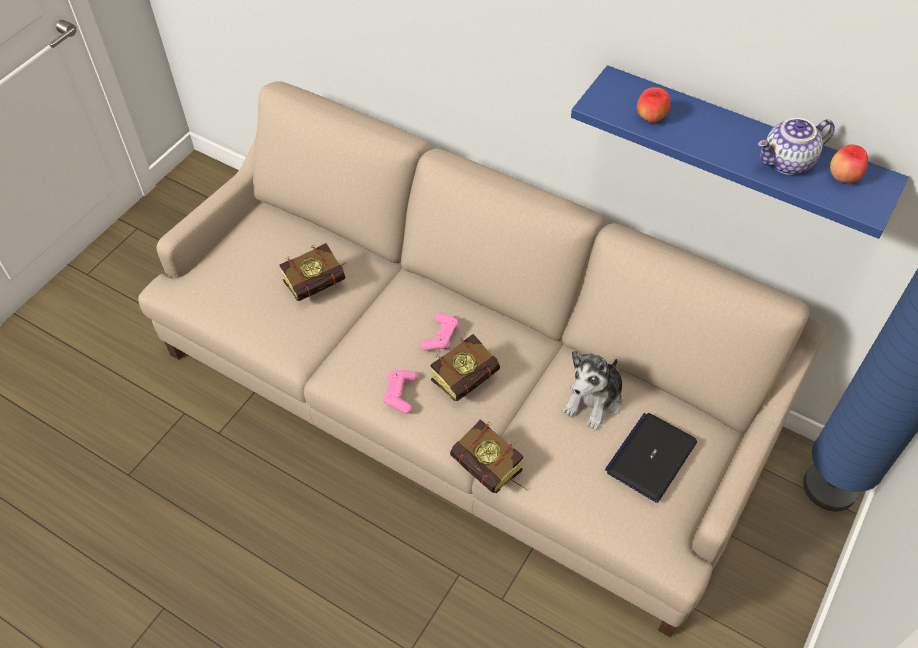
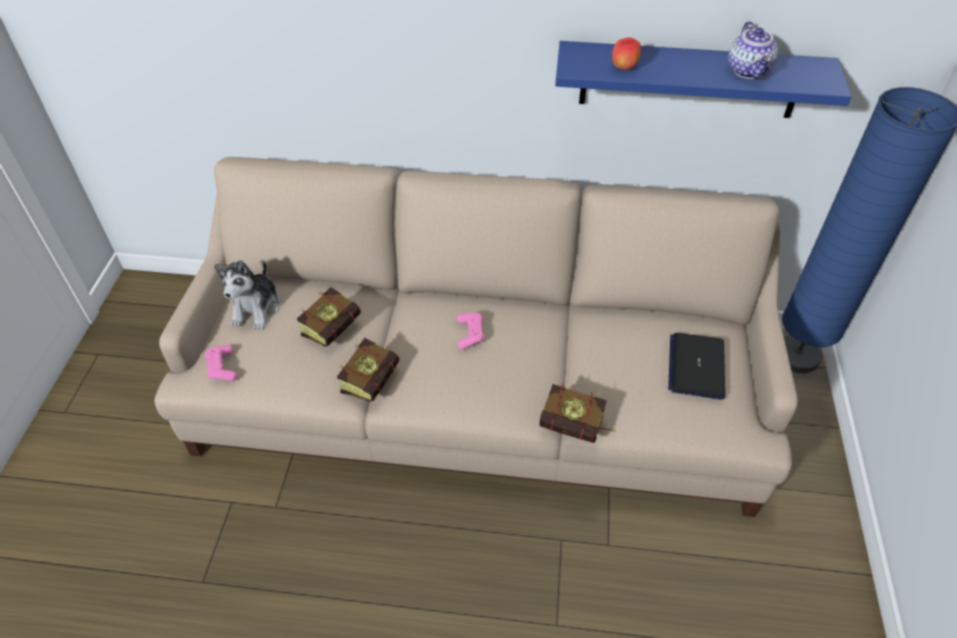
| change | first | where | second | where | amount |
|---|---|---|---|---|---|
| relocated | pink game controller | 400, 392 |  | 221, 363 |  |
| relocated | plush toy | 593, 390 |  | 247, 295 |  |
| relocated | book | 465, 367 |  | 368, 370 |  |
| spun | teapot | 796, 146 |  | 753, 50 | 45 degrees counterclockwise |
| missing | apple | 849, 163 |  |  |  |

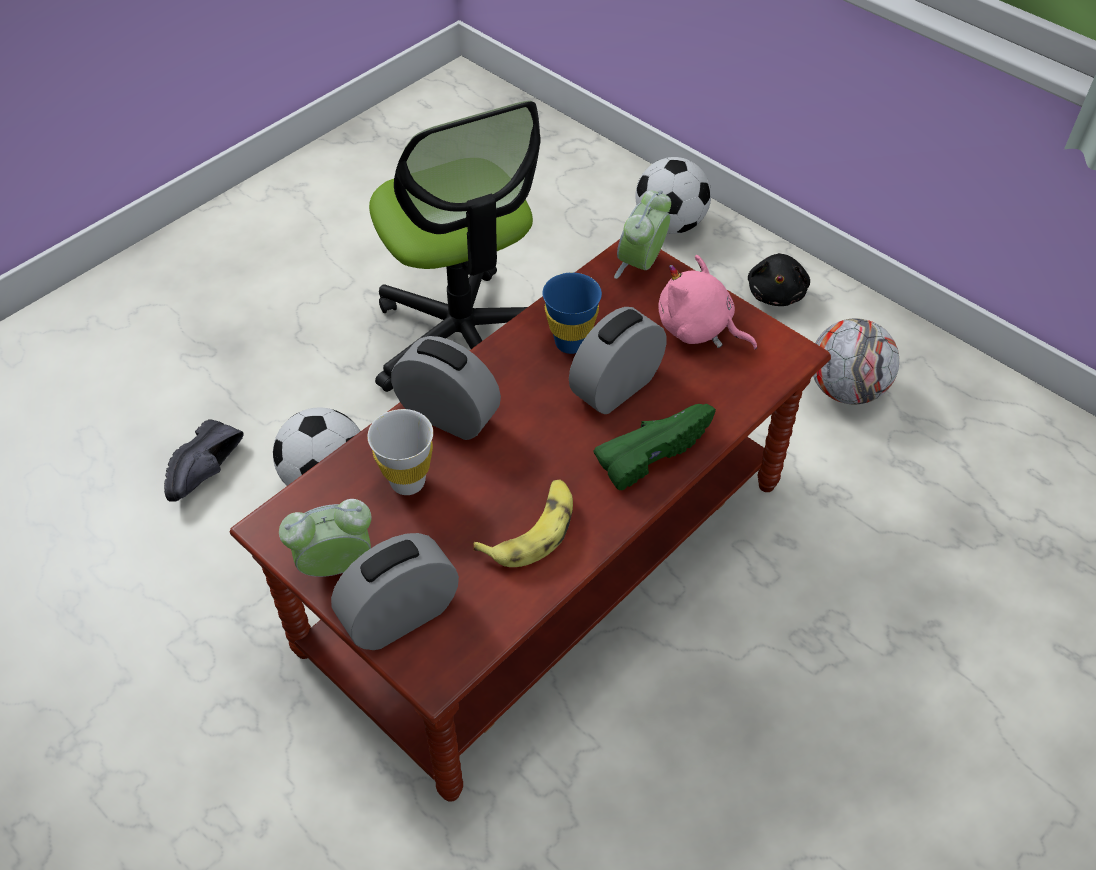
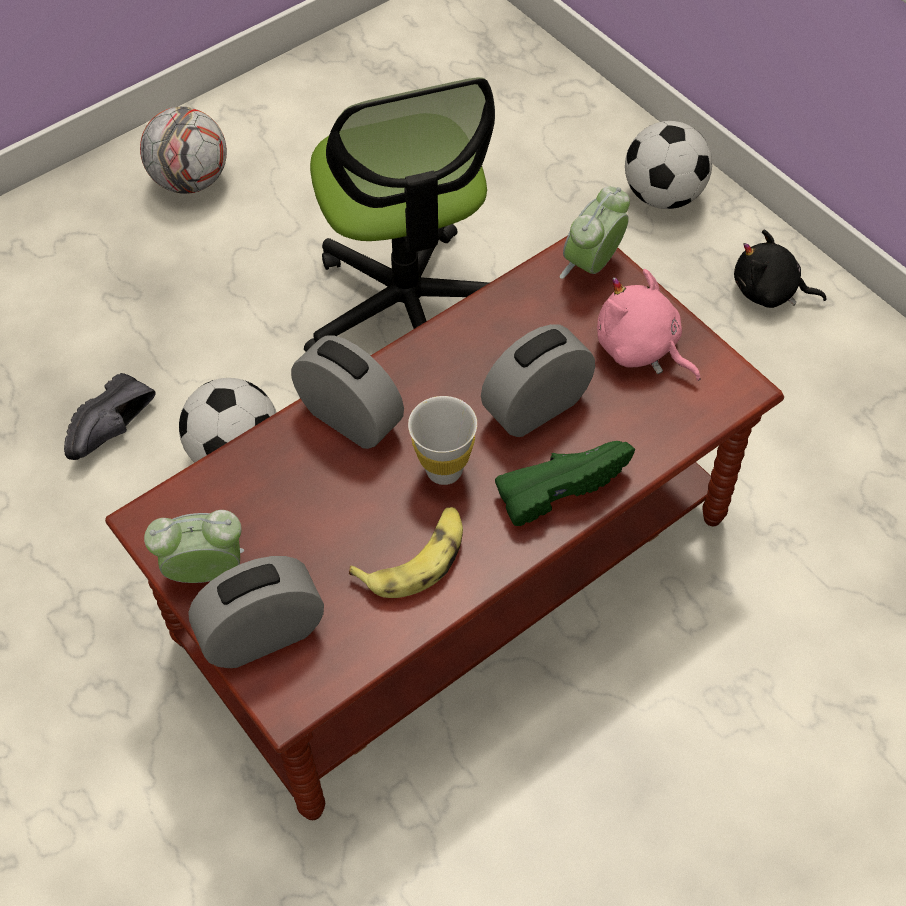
| change | first | where | second | where | amount |
|---|---|---|---|---|---|
| relocated | football | 856, 361 |  | 183, 150 |  |
| relocated | white cup | 400, 452 |  | 442, 440 |  |
| spun | black plush toy | 779, 279 |  | 780, 269 | 90 degrees clockwise |
| missing | blue cup | 572, 313 |  |  |  |

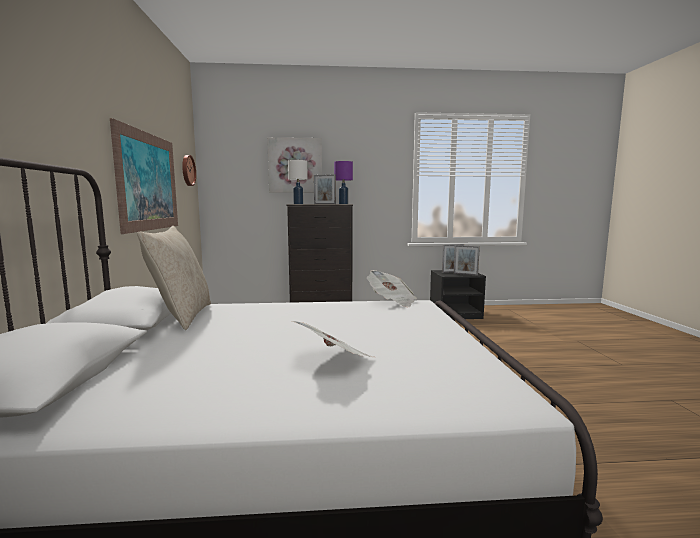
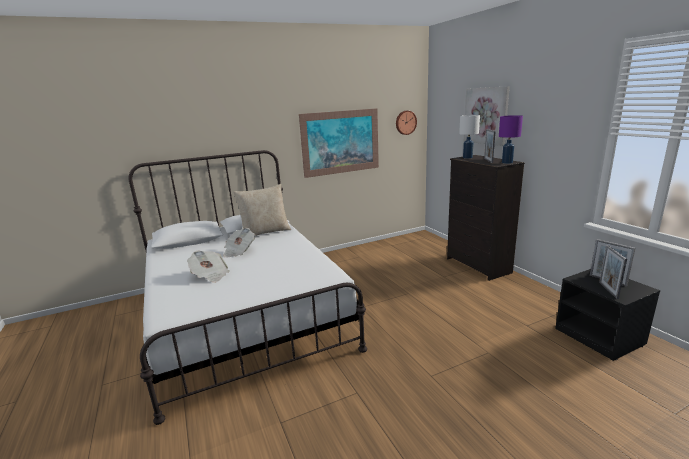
| change | first | where | second | where | amount |
|---|---|---|---|---|---|
| relocated | newspaper | 392, 288 |  | 239, 242 |  |

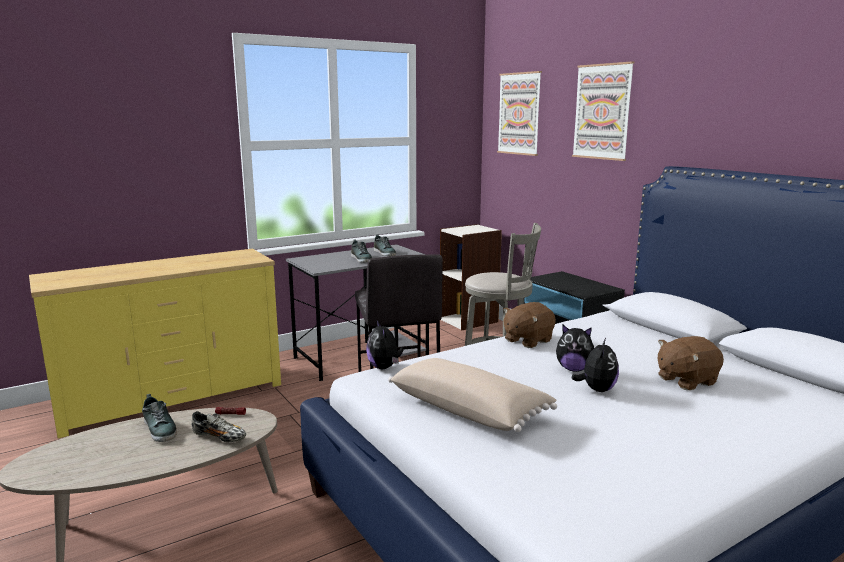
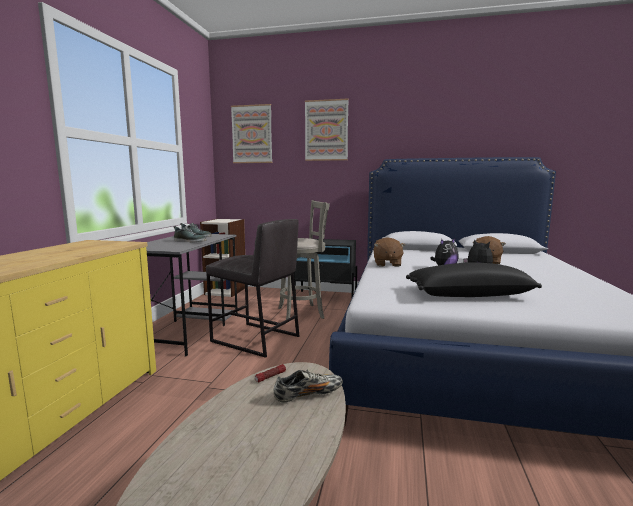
| change | first | where | second | where | amount |
|---|---|---|---|---|---|
| colour | beige pillow | 472, 395 | black pillow | 474, 279 |  |
| missing | shoe | 159, 418 |  |  |  |
| missing | plush toy | 385, 344 |  |  |  |

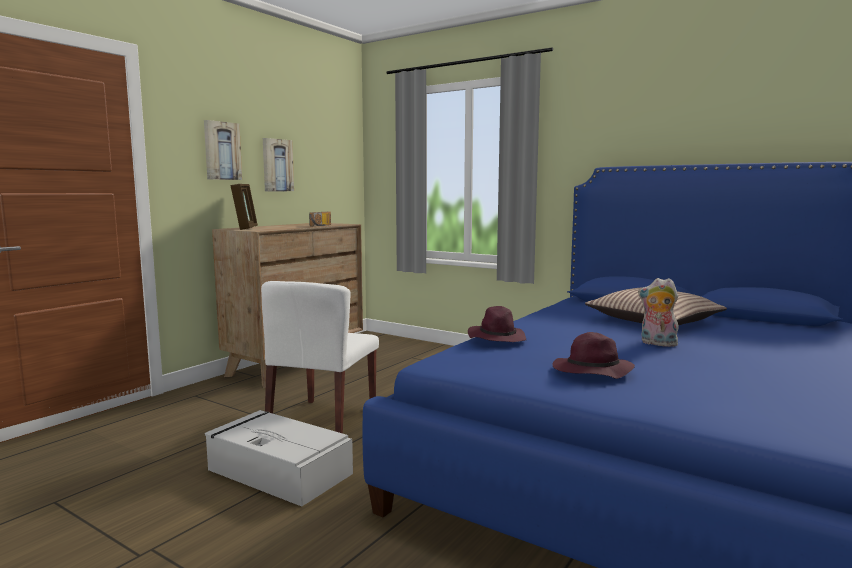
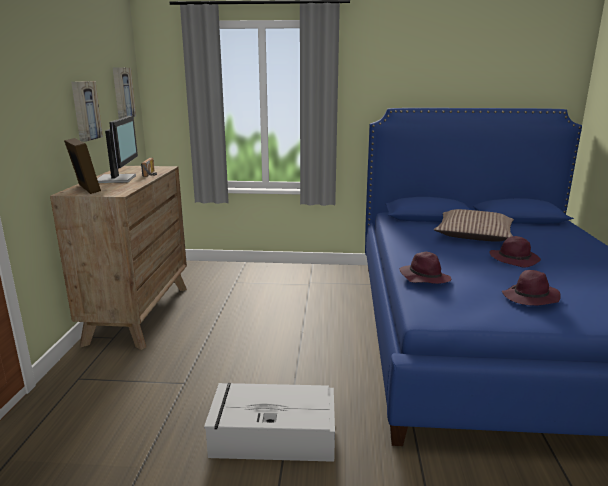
| change | first | where | second | where | amount |
|---|---|---|---|---|---|
| appeared |  |  | monitor | 117, 149 |  |
| relocated | picture | 223, 150 |  | 124, 93 |  |
| exchanged | plush toy | 658, 312 | purple hat | 515, 252 |  |
| missing | white chair | 320, 357 |  |  |  |

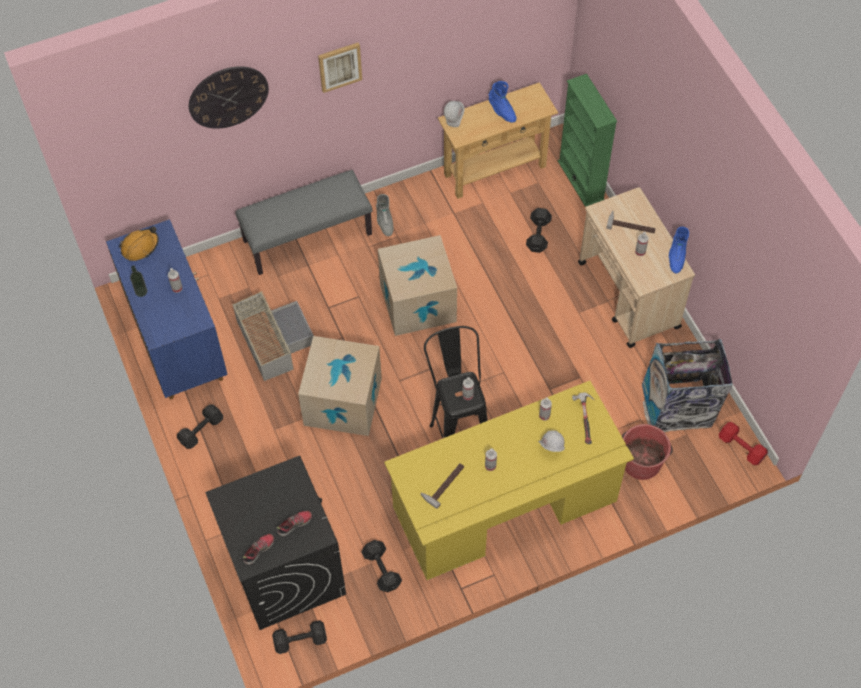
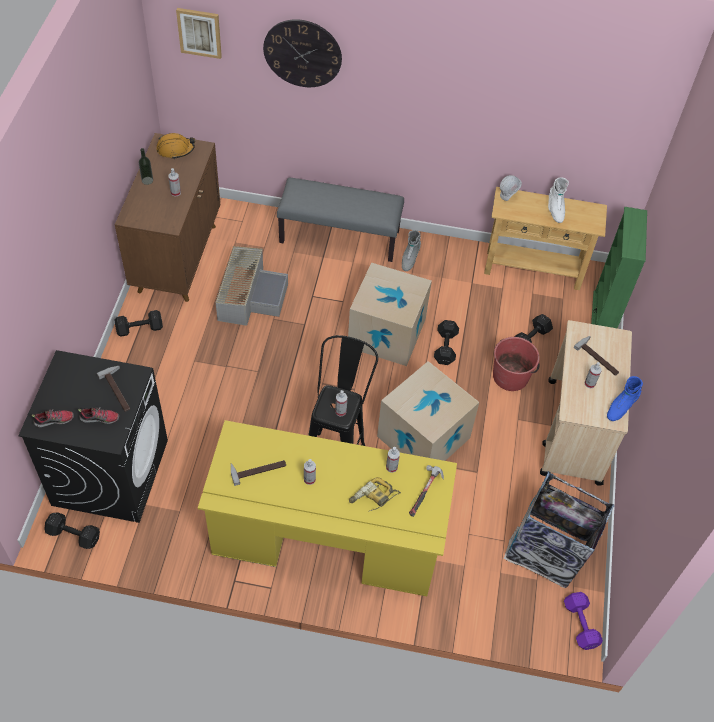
| change | first | where | second | where | amount |
|---|---|---|---|---|---|
| appeared |  |  | hammer | 113, 389 |  |
| colour | blue cabinet | 167, 309 | brown cabinet | 167, 217 |  |
| relocated | picture | 340, 68 |  | 199, 33 |  |
| exchanged | white hard hat | 551, 441 | power drill | 375, 494 |  |
| relocated | cardboard box | 340, 386 |  | 428, 411 |  |
| relocated | black dumbbell | 382, 566 |  | 446, 342 |  |
| relocated | red bucket | 647, 452 |  | 516, 364 |  |
| colour | blue boot | 503, 102 | white boot | 558, 200 |  |
| colour | red dumbbell | 743, 443 | purple dumbbell | 583, 621 |  |

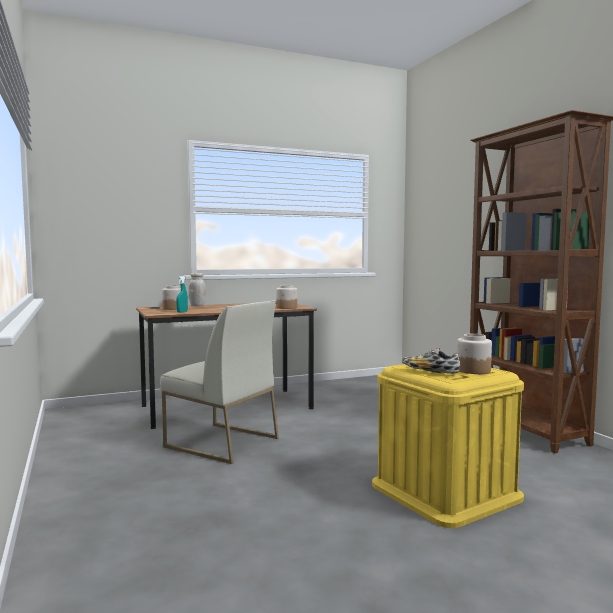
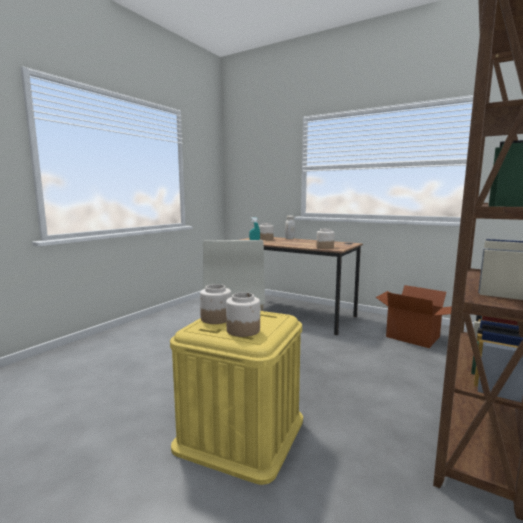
| change | first | where | second | where | amount |
|---|---|---|---|---|---|
| exchanged | shoe | 431, 361 | jar | 215, 304 |  |
| appeared |  |  | cardboard box | 414, 316 |  |

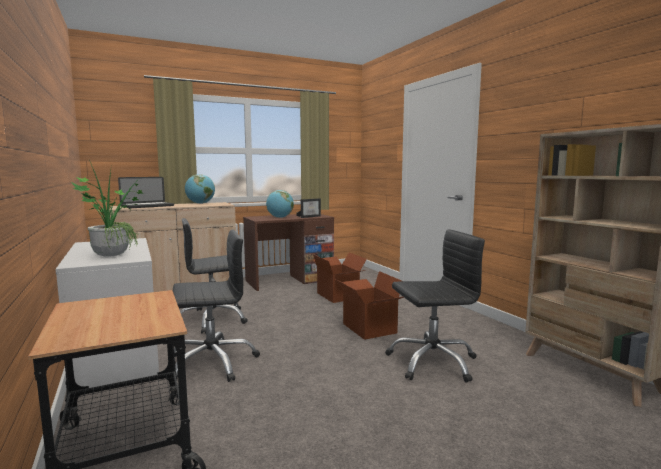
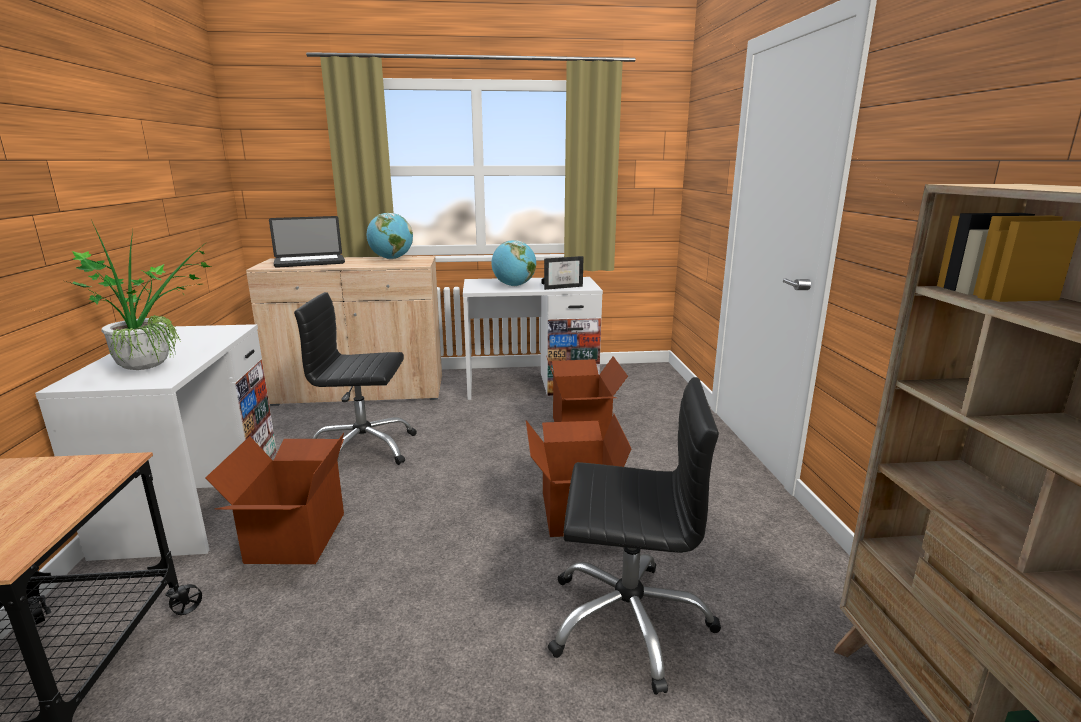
| change | first | where | second | where | amount |
|---|---|---|---|---|---|
| exchanged | black office chair | 216, 305 | cardboard box | 274, 498 |  |
| colour | brown desk | 288, 252 | white desk | 533, 338 |  |

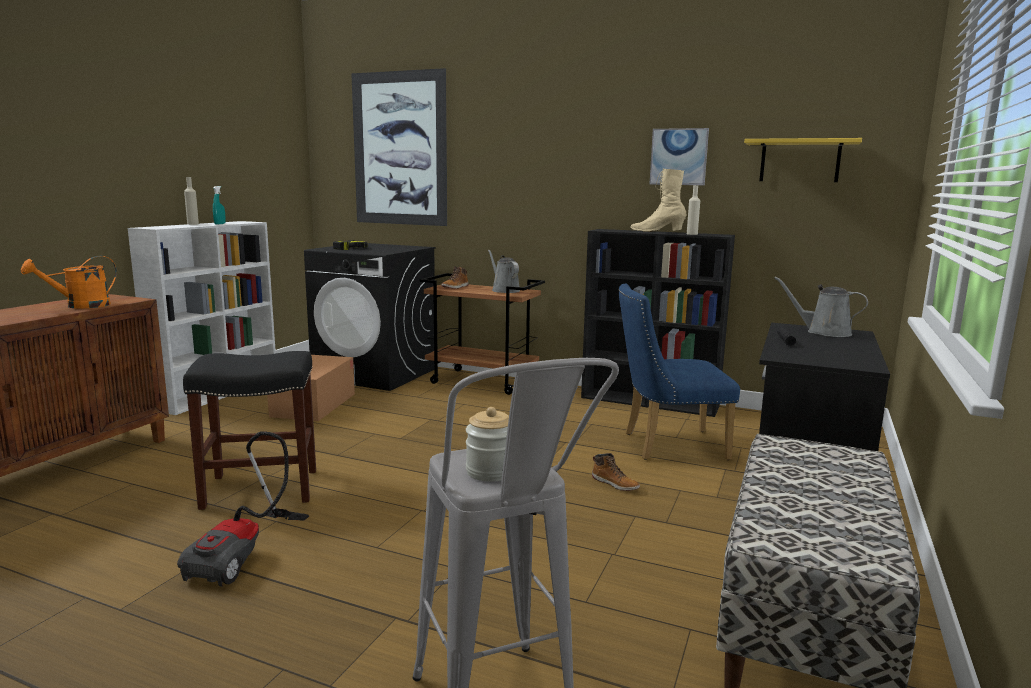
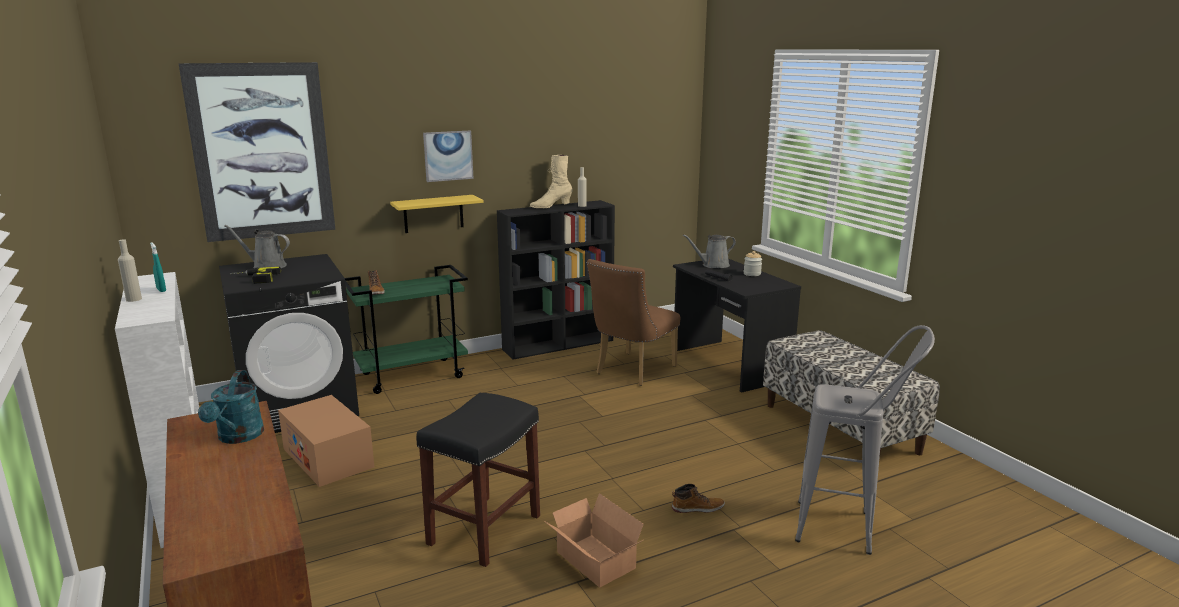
| change | first | where | second | where | amount |
|---|---|---|---|---|---|
| colour | orange watering can | 69, 282 | turquoise watering can | 231, 407 |  |
| relocated | grey watering can | 504, 271 |  | 257, 246 |  |
| colour | brown cart | 482, 334 | green cart | 406, 329 |  |
| relocated | yellow shelf | 803, 160 |  | 436, 214 |  |
| relocated | picture | 679, 156 |  | 448, 156 |  |
| exchanged | vacuum cleaner | 243, 509 | cardboard box | 594, 540 |  |
| colour | blue chair | 679, 372 | brown chair | 633, 322 |  |
| relocated | boot | 616, 472 |  | 698, 498 |  |
| relocated | jar | 487, 444 |  | 753, 263 |  |

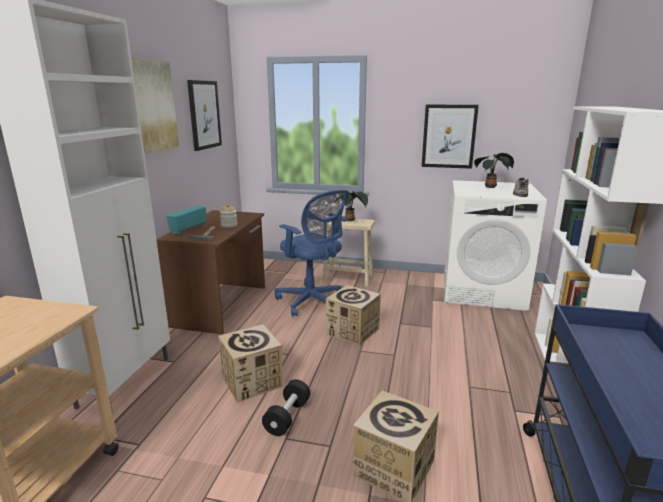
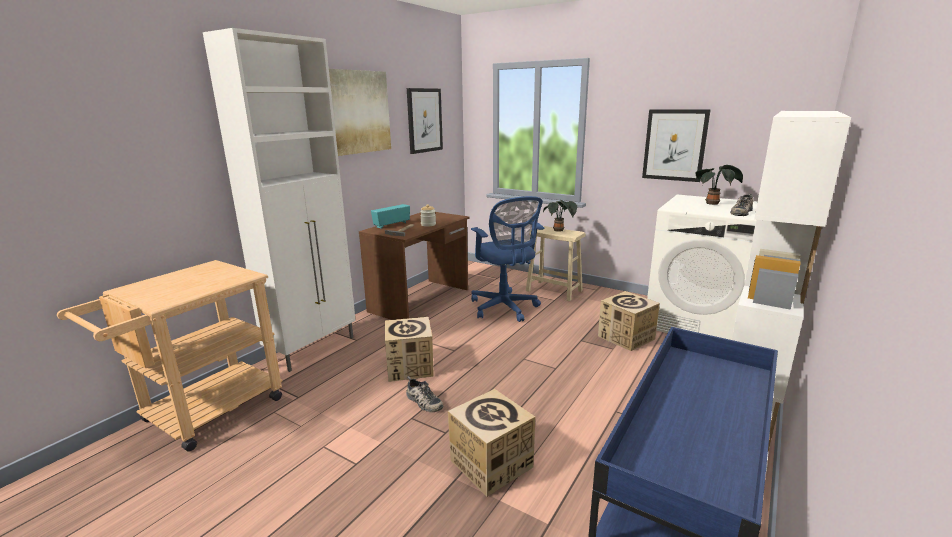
| change | first | where | second | where | amount |
|---|---|---|---|---|---|
| exchanged | black dumbbell | 286, 407 | shoe | 424, 394 |  |
| relocated | cardboard box | 353, 315 |  | 629, 321 |  |

